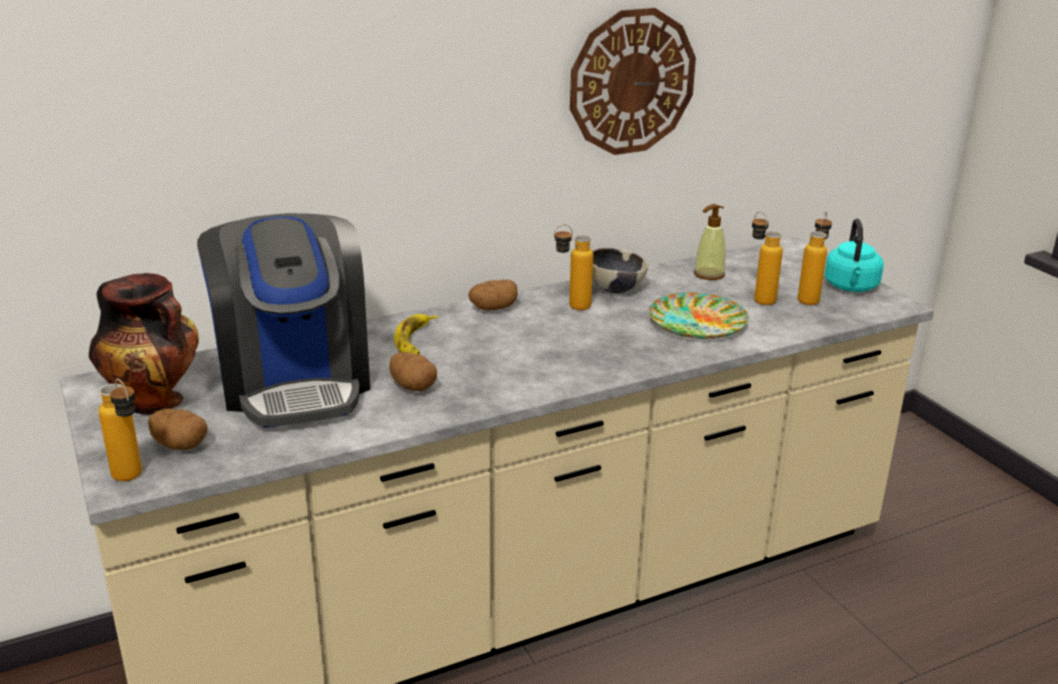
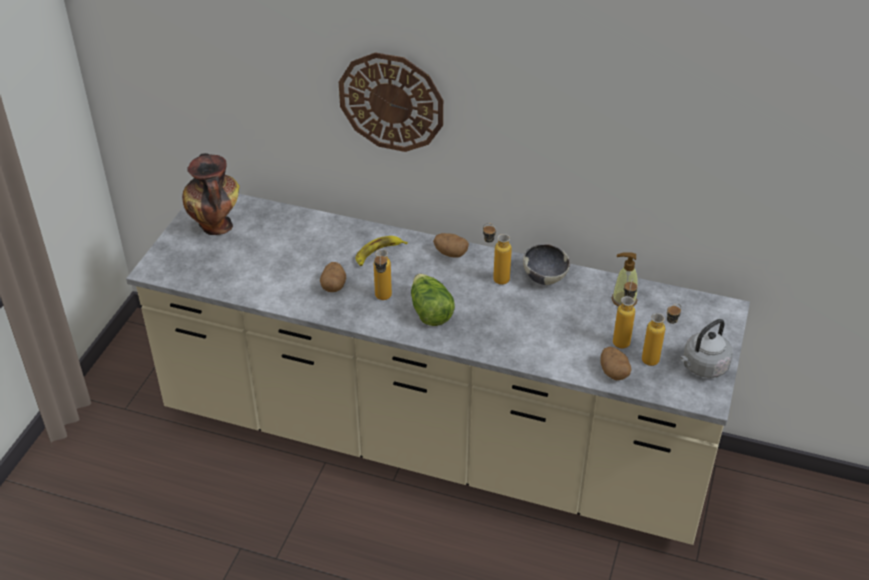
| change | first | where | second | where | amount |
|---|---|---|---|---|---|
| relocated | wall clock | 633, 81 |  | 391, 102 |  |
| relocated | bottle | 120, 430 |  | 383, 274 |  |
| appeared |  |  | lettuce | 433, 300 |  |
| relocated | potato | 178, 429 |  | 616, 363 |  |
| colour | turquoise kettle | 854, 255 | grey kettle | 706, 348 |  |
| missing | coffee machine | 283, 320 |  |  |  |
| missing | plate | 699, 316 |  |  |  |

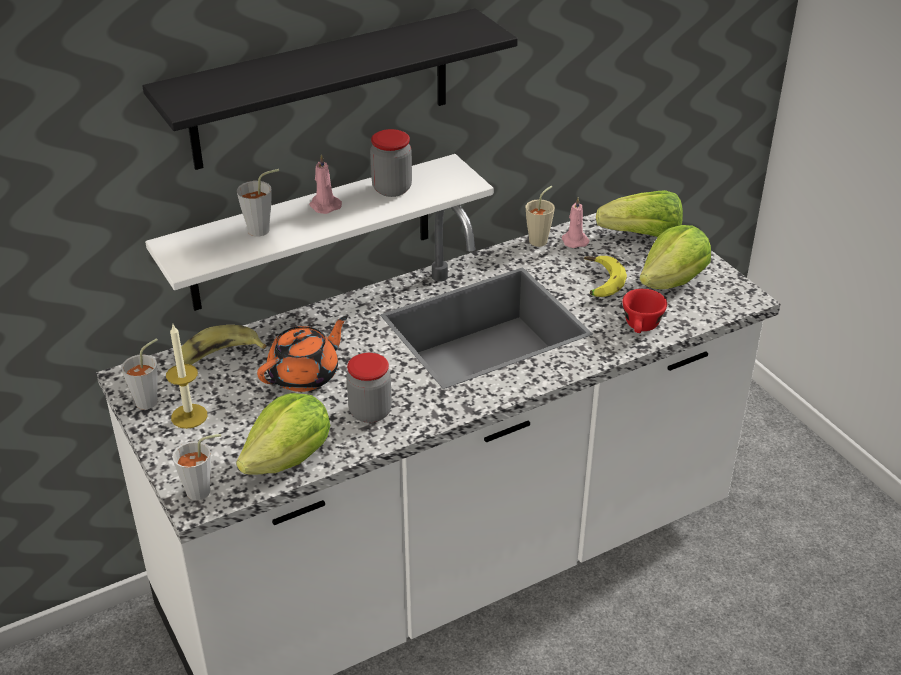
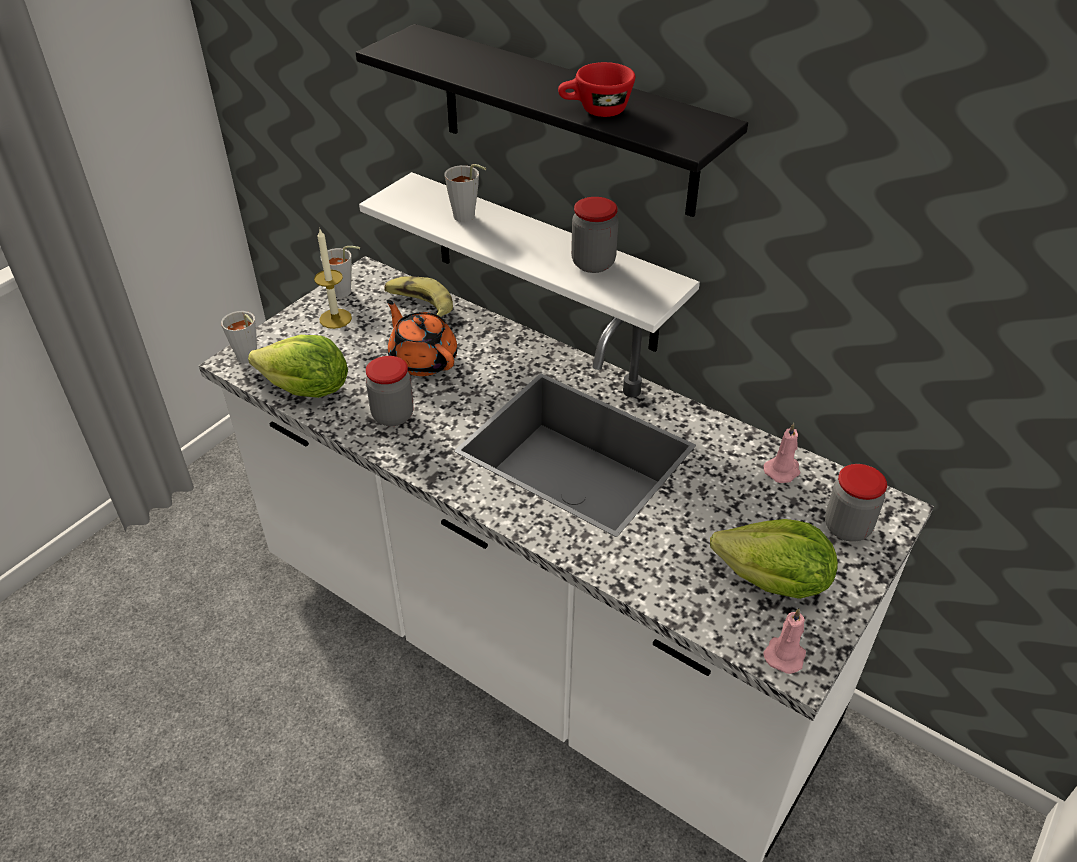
| change | first | where | second | where | amount |
|---|---|---|---|---|---|
| spun | orange teapot | 302, 354 |  | 422, 338 | 150 degrees counterclockwise |
| relocated | red cup | 644, 311 |  | 596, 89 |  |
| relocated | pink candle | 325, 184 |  | 784, 641 |  |
| exchanged | lettuce | 639, 213 | jar | 856, 503 |  |
| missing | beige cup | 540, 216 |  |  |  |
| missing | banana | 605, 276 |  |  |  |

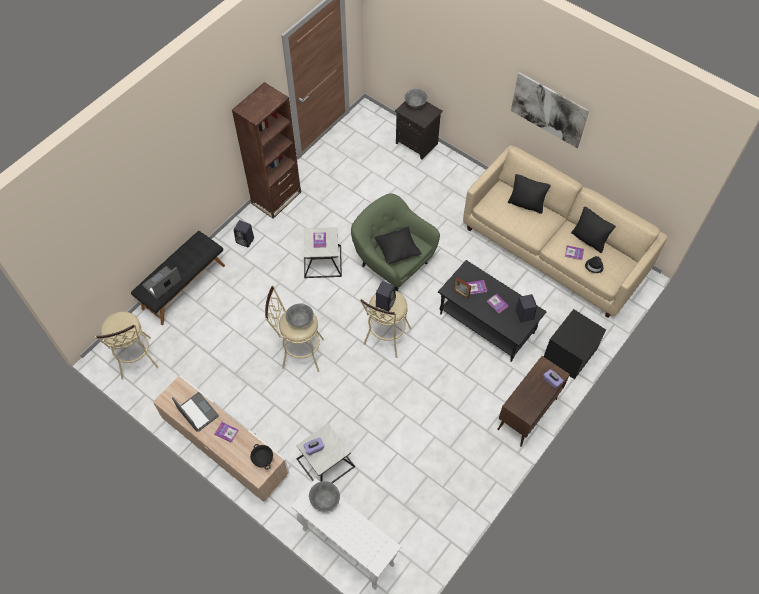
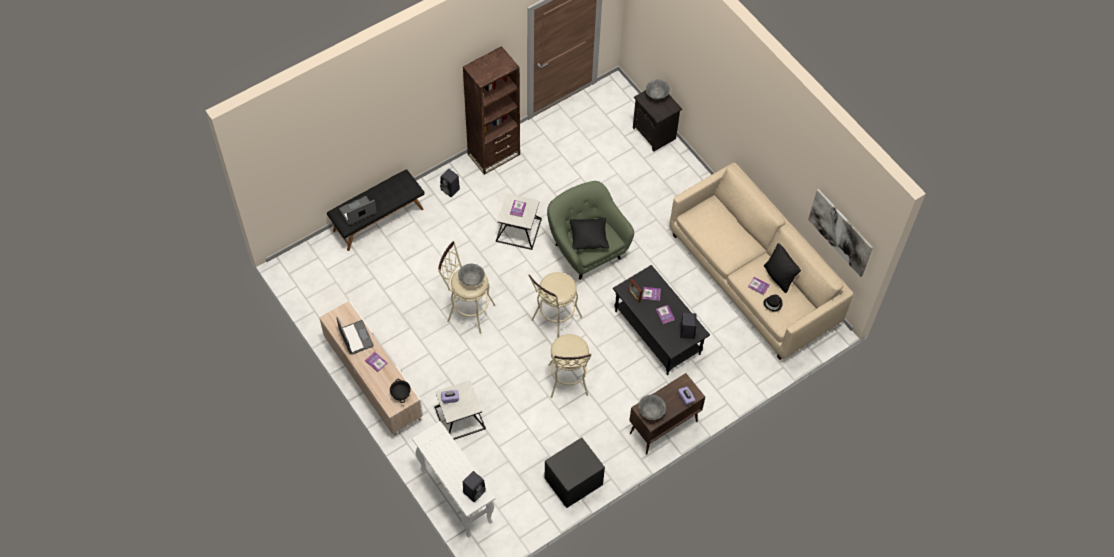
| change | first | where | second | where | amount |
|---|---|---|---|---|---|
| relocated | black speaker | 386, 296 |  | 474, 486 |  |
| relocated | black nightstand | 575, 344 |  | 574, 472 |  |
| relocated | beige stool | 127, 346 |  | 570, 366 |  |
| relocated | grey bowl | 324, 496 |  | 652, 407 |  |
| relocated | picture | 550, 110 |  | 840, 233 |  |
| missing | black pillow | 529, 194 |  |  |  |

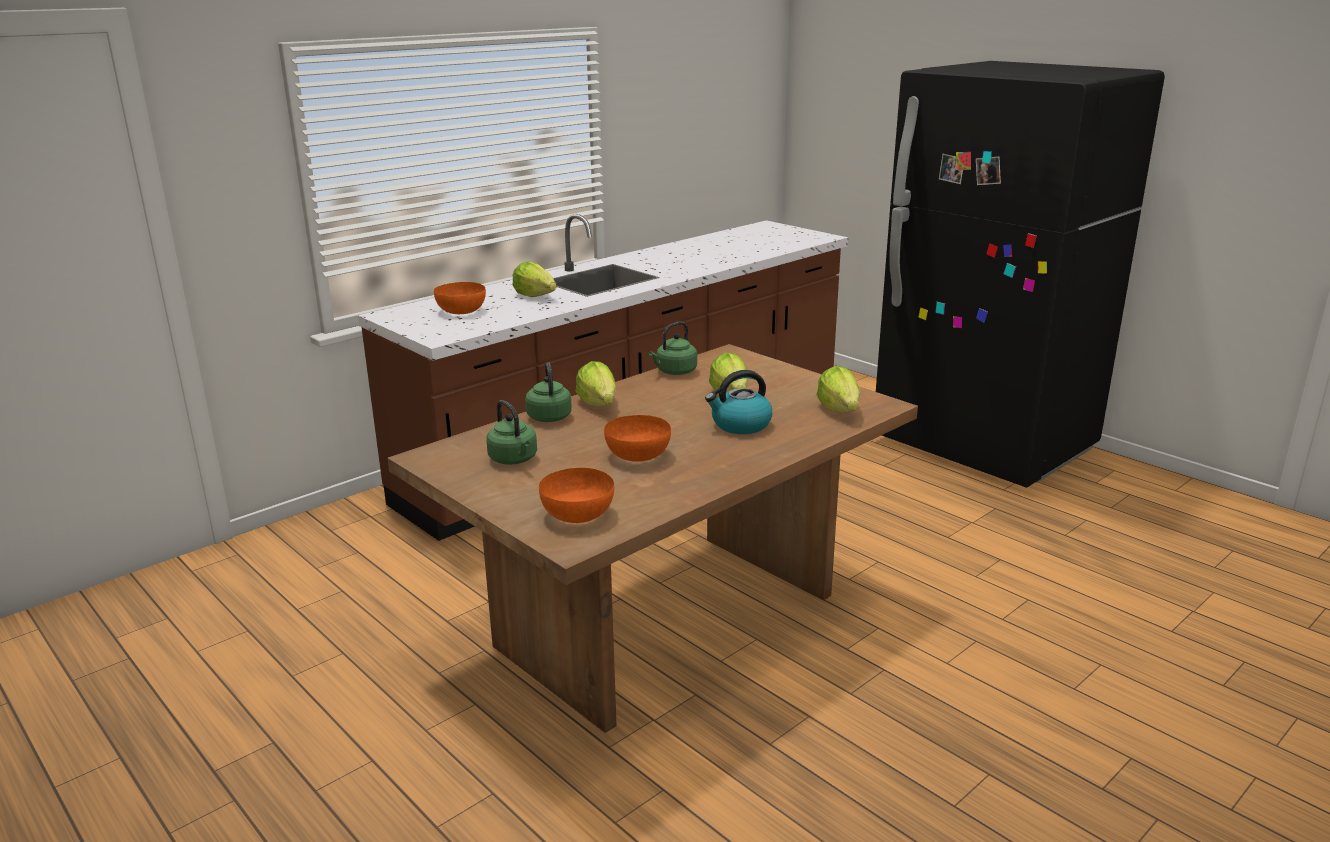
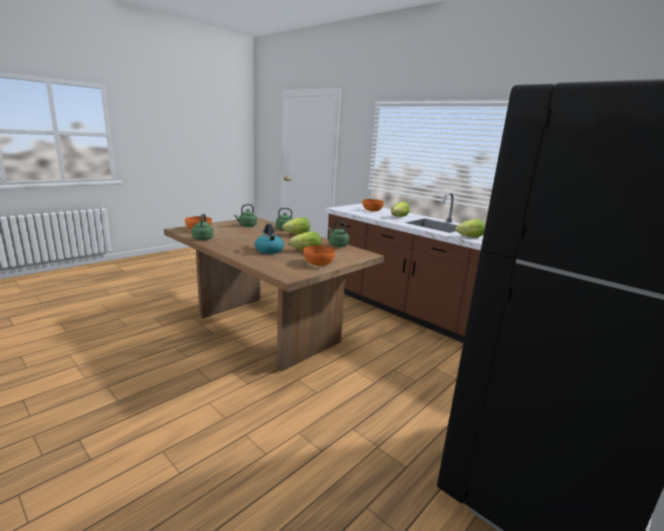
| change | first | where | second | where | amount |
|---|---|---|---|---|---|
| appeared |  |  | green kettle | 202, 227 |  |
| relocated | orange bowl | 637, 438 |  | 319, 255 |  |
| relocated | lettuce | 838, 389 |  | 470, 228 |  |

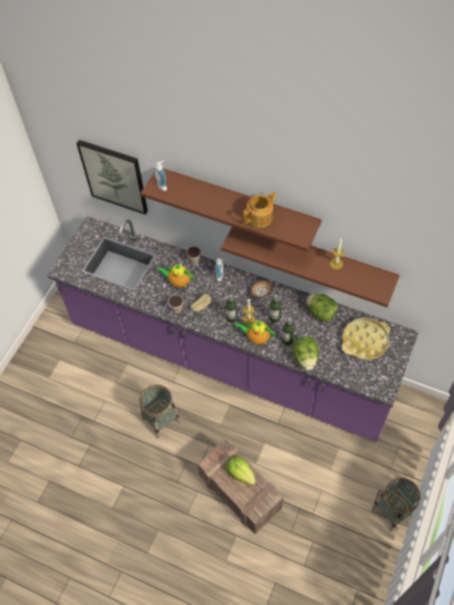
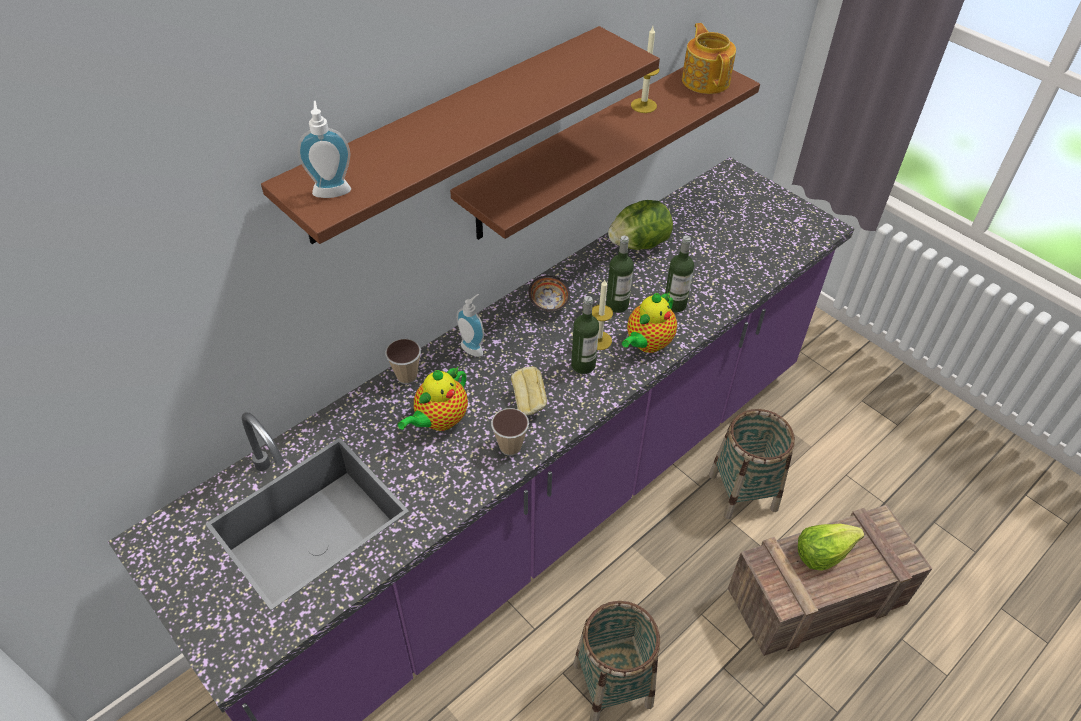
| change | first | where | second | where | amount |
|---|---|---|---|---|---|
| relocated | teapot | 260, 210 |  | 709, 58 |  |
| relocated | basket | 396, 505 |  | 752, 464 |  |
| missing | picture | 112, 177 |  |  |  |
| missing | lettuce | 306, 353 |  |  |  |
| missing | yellow tray | 365, 339 |  |  |  |

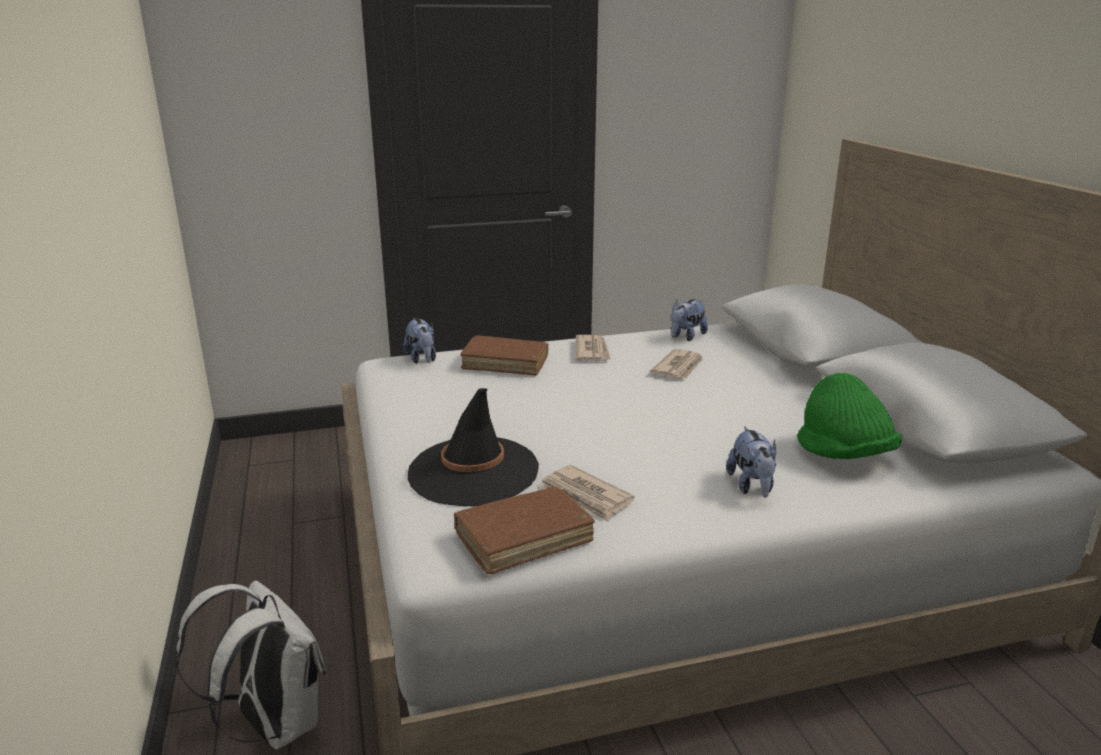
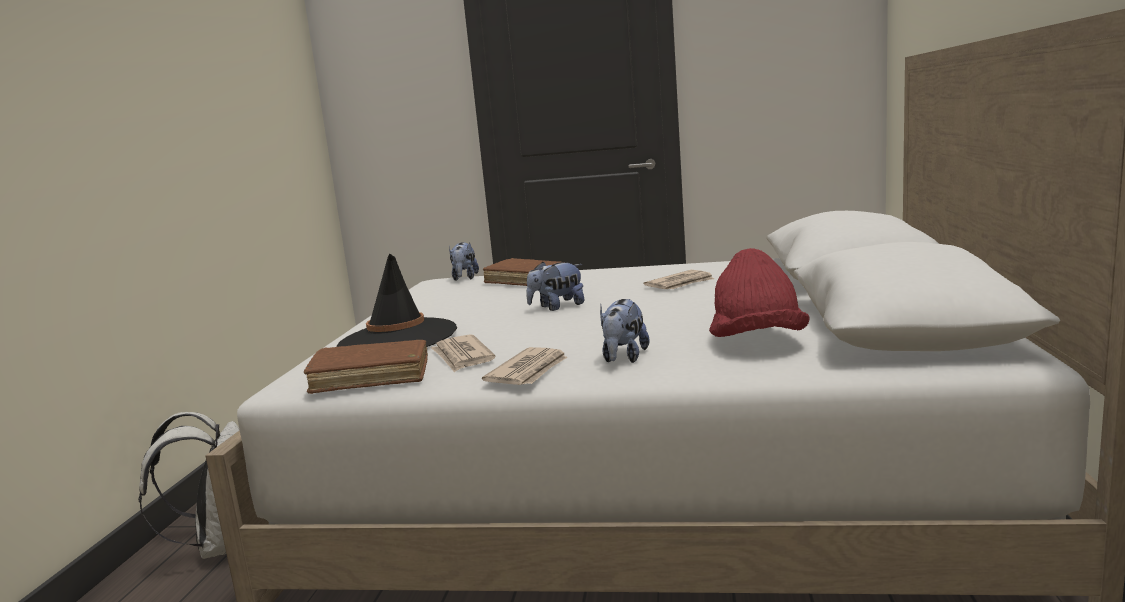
| change | first | where | second | where | amount |
|---|---|---|---|---|---|
| relocated | newspaper | 593, 348 |  | 524, 366 |  |
| relocated | plush toy | 689, 320 |  | 555, 286 |  |
| colour | green hat | 849, 416 | red hat | 759, 292 |  |

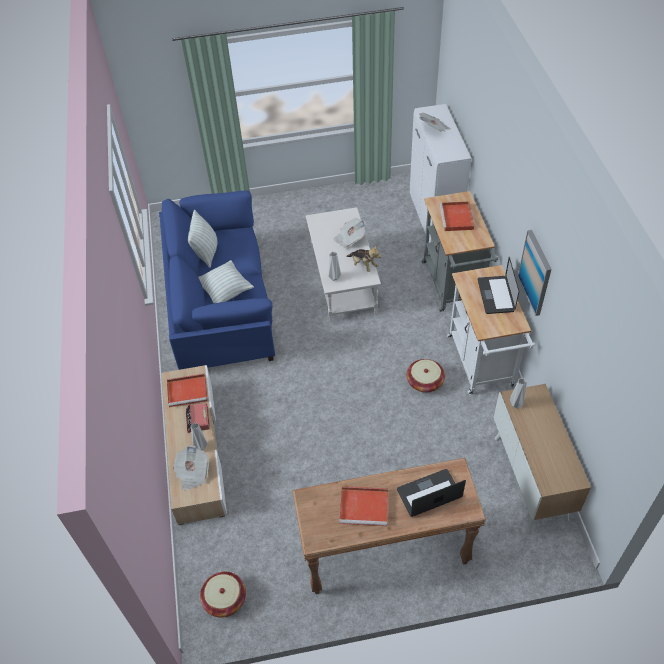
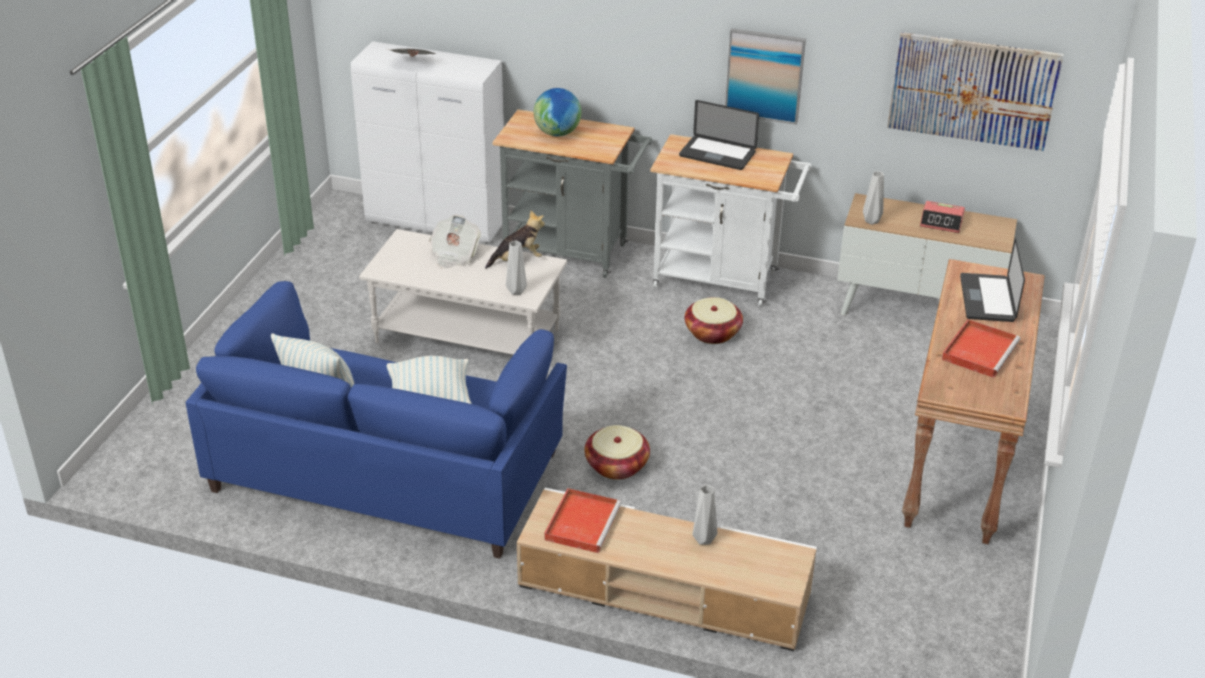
| change | first | where | second | where | amount |
|---|---|---|---|---|---|
| exchanged | red tray | 457, 216 | globe | 557, 112 |  |
| relocated | basket | 223, 595 |  | 617, 452 |  |
| appeared |  |  | picture | 975, 91 |  |
| relocated | alarm clock | 198, 418 |  | 942, 217 |  |
| missing | newspaper | 191, 468 |  |  |  |

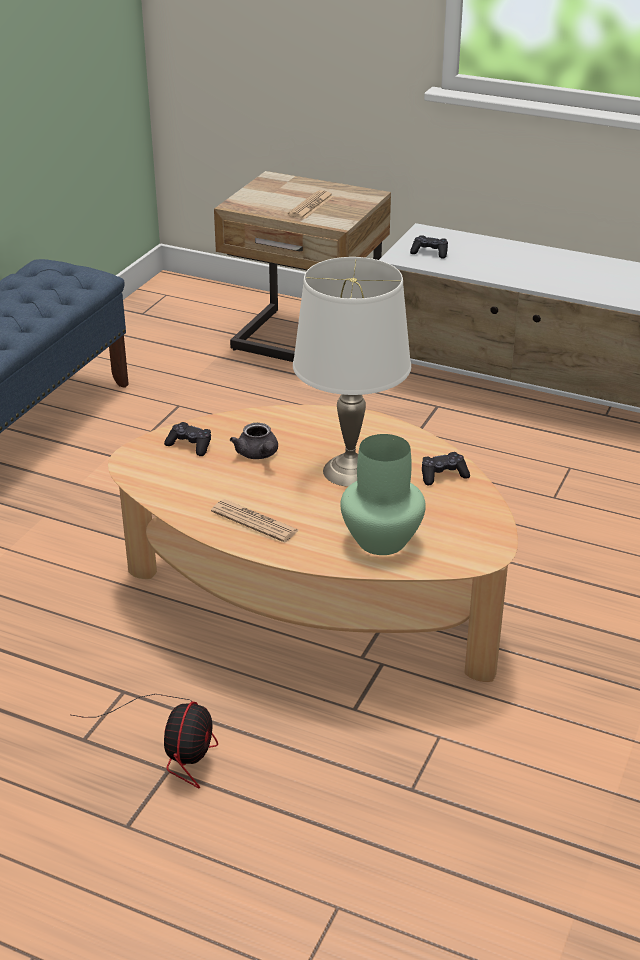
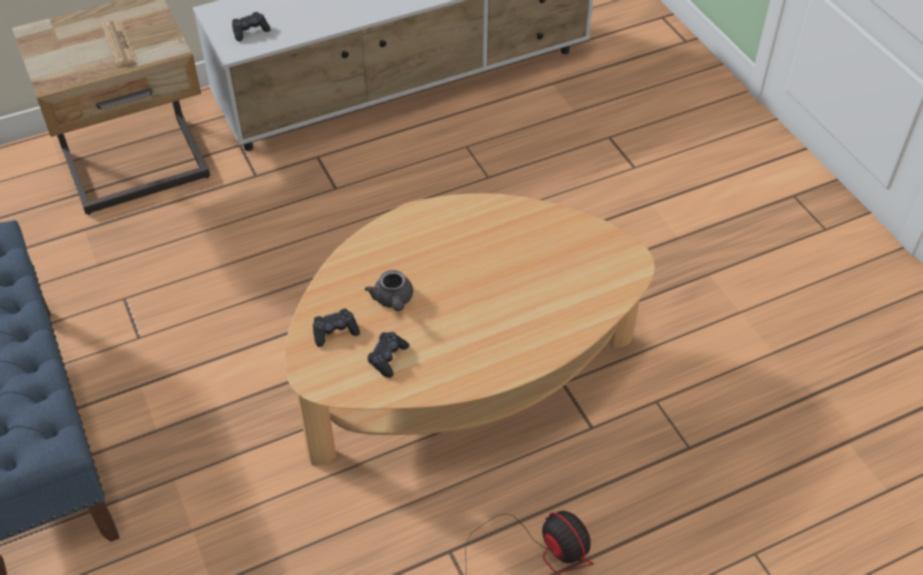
| change | first | where | second | where | amount |
|---|---|---|---|---|---|
| spun | grey teapot | 254, 441 |  | 389, 290 | 60 degrees clockwise |
| relocated | black game controller | 446, 468 |  | 388, 355 |  |
| missing | newspaper | 255, 520 |  |  |  |
| missing | white table lamp | 352, 372 |  |  |  |
| missing | green vase | 383, 494 |  |  |  |

